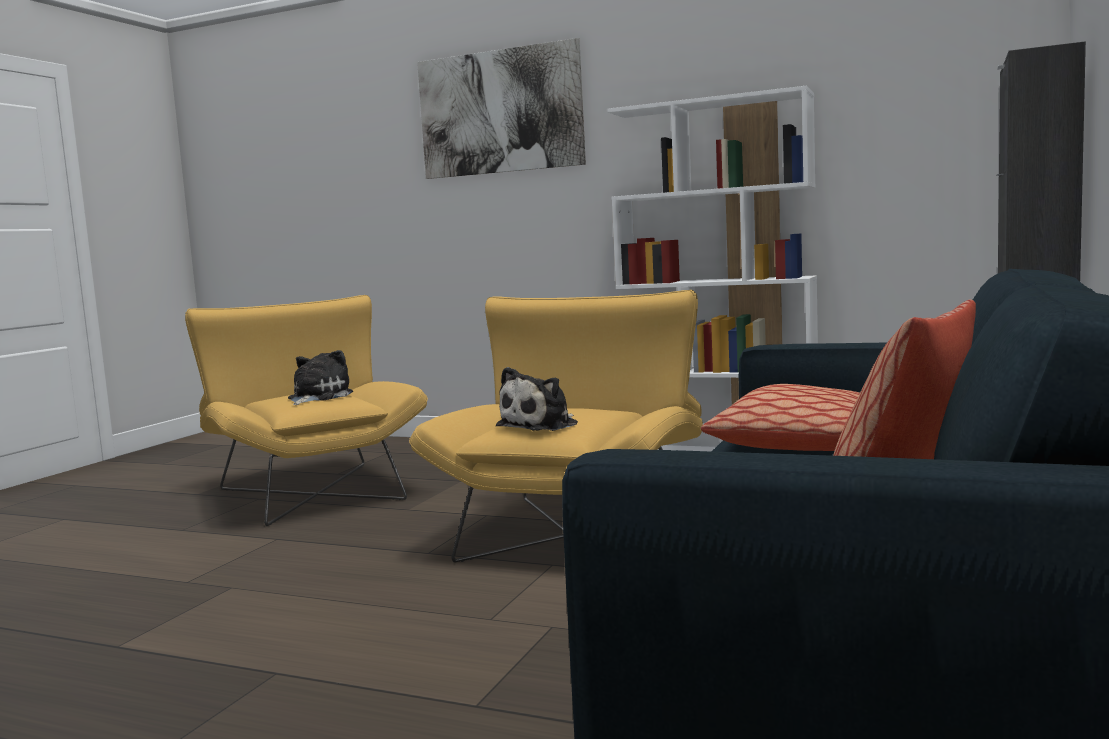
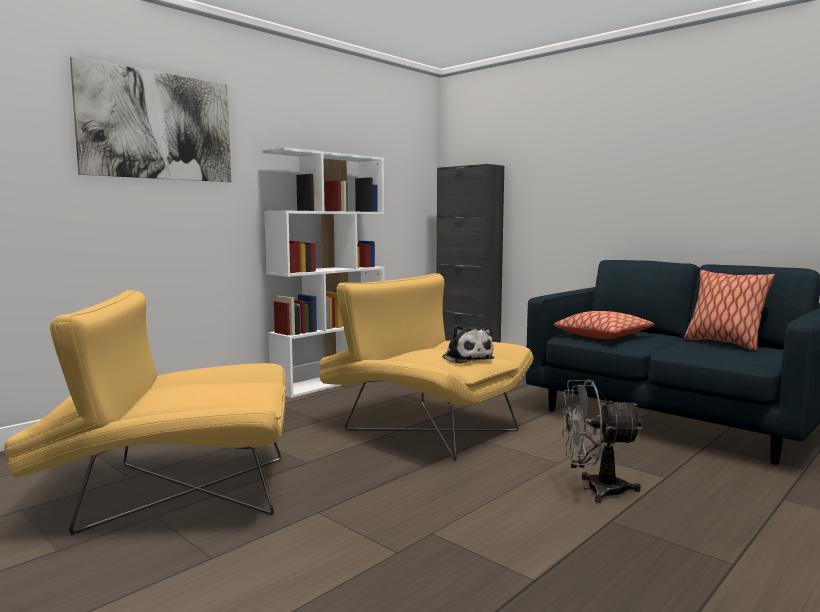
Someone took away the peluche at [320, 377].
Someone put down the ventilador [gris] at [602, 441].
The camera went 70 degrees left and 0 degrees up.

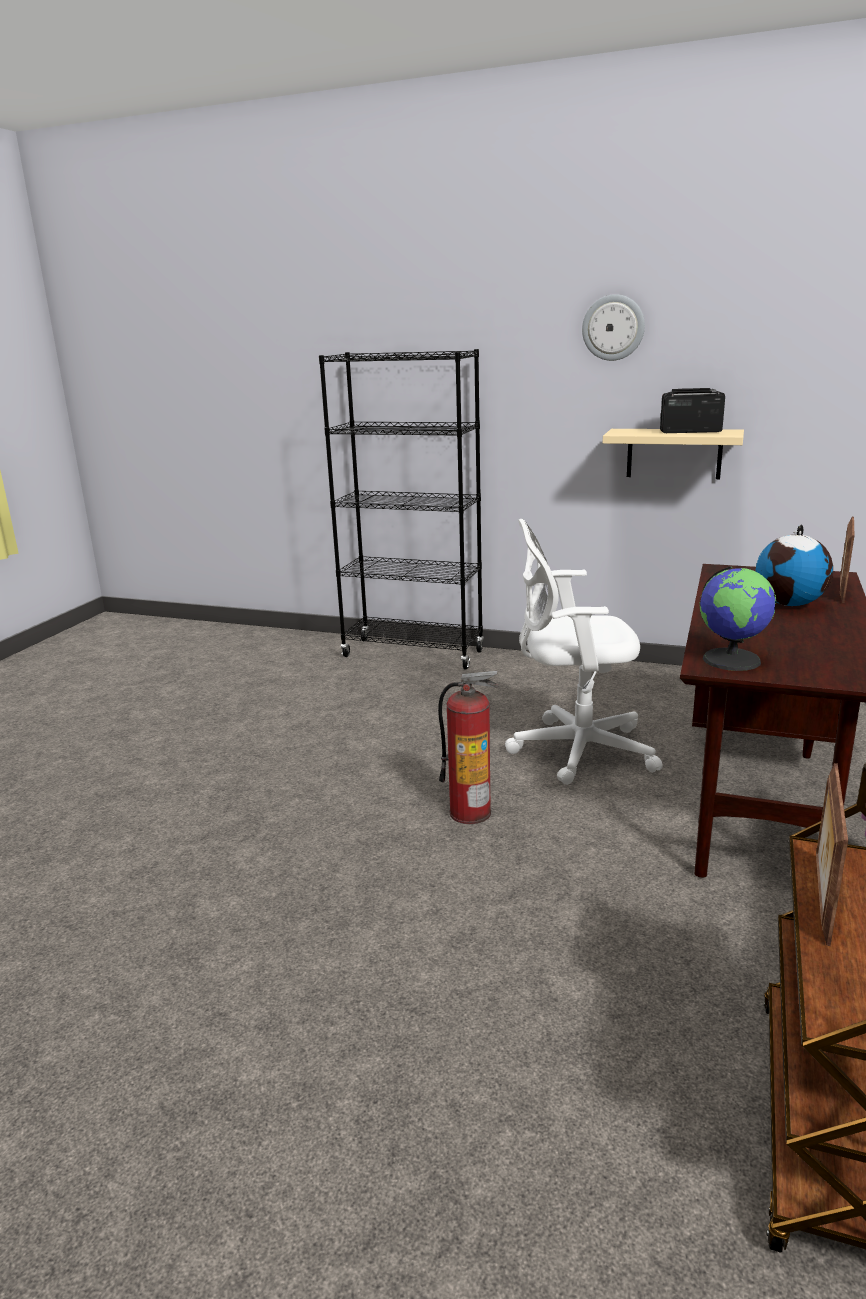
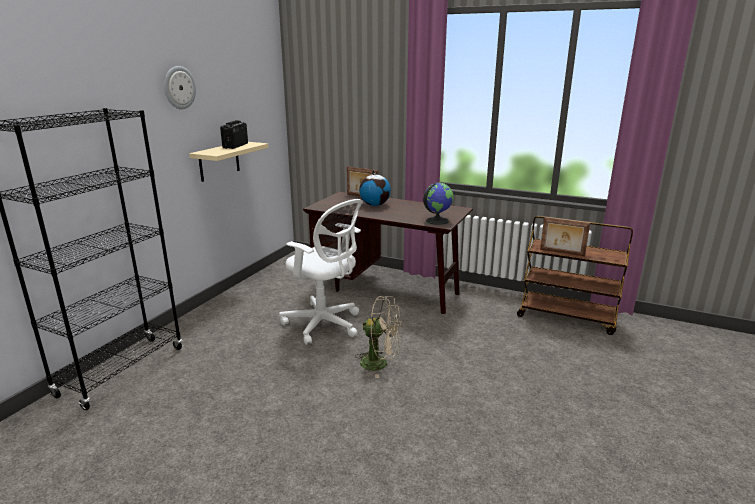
Someone rotated the silla de oficina [blanco] at [584, 652] by 60 degrees counterclockwise.
Someone swapped the extintor at [468, 747] for the ventilador [beis] at [378, 337].
The camera went 85 degrees left and 0 degrees up.

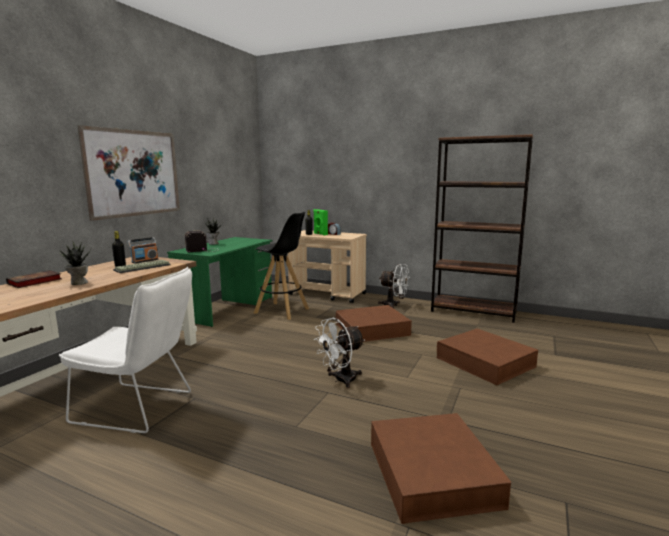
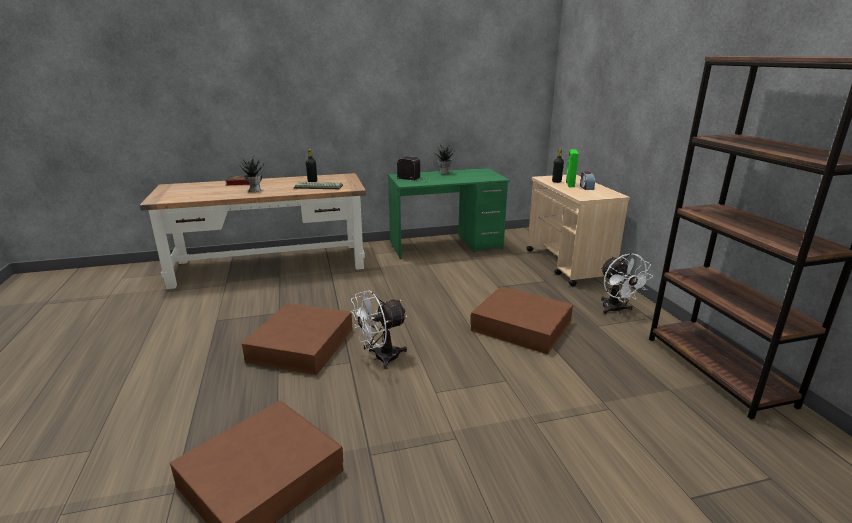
Someone took away the cuadro at [128, 173].
Someone took away the taburete [negro] at [281, 266].
Someone took away the radio at [143, 250].
Someone took away the silla [blanco] at [125, 350].
Someone rotated the ventilador [blanco] at [339, 353] by 45 degrees counterclockwise.
Someone carried the caja de almacenaje [marrón] from [487, 356] to [297, 339].
The camera went 50 degrees right and 10 degrees up.

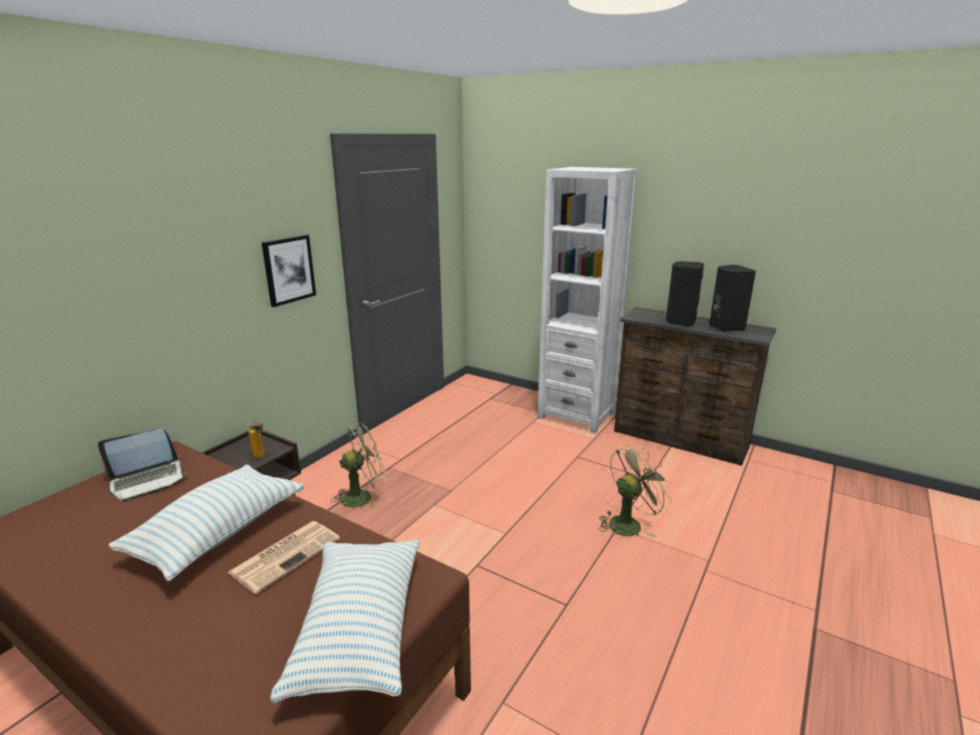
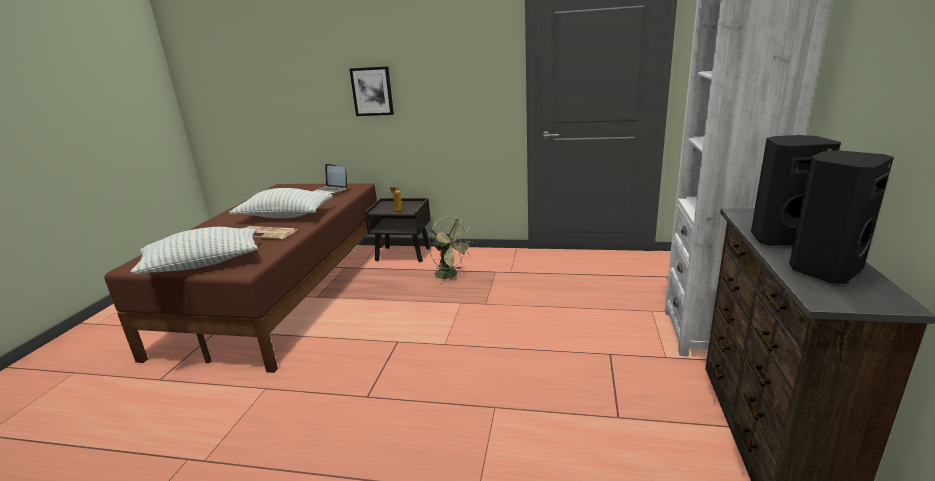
Someone carried the cuadro from [289, 271] to [372, 91].
Someone took away the ventilador [verde] at [635, 491].
The camera went 70 degrees right and 0 degrees up.

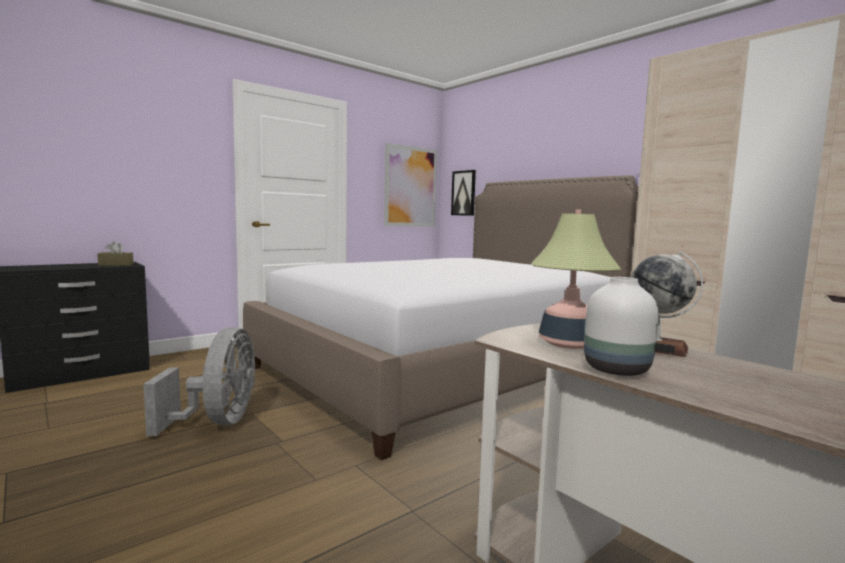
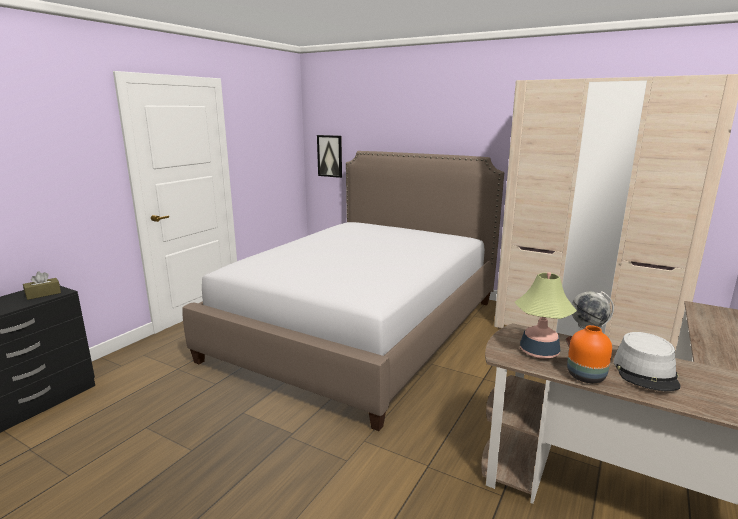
Someone took away the cuadro at [410, 184].
Someone repainted the florero [blanco] at [621, 326], which became the florero [naranja] at [589, 354].
Someone took away the ventilador [gris] at [199, 381].
Someone put down the sombrero [gris] at [647, 361].
The camera went 20 degrees left and 10 degrees up.

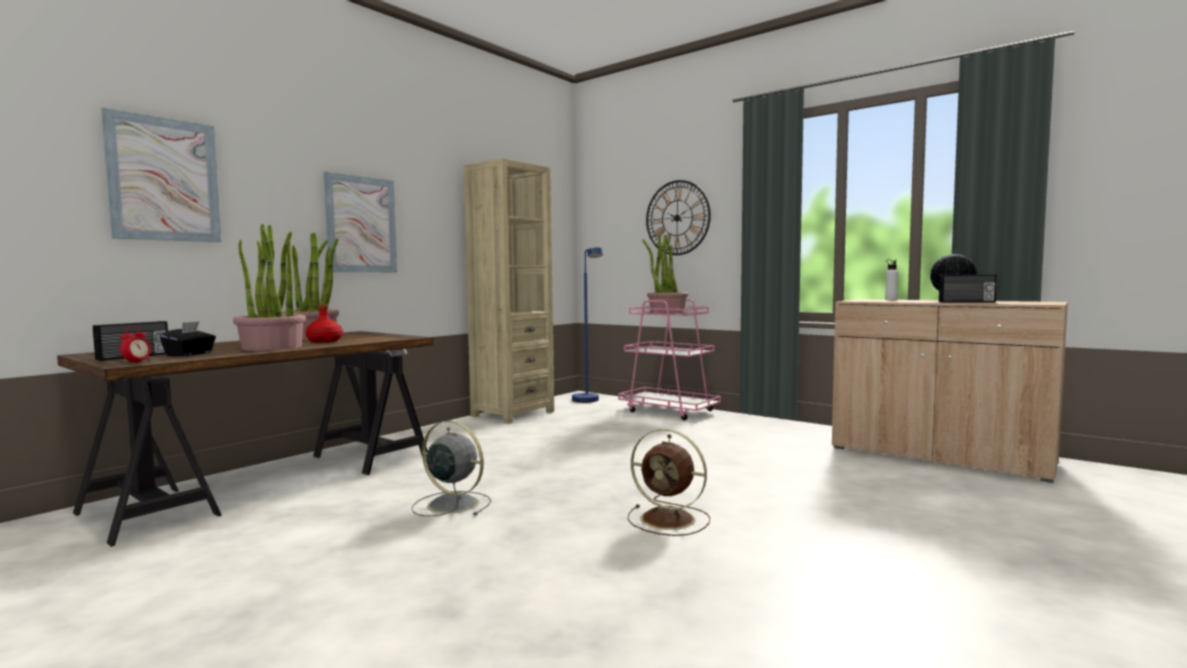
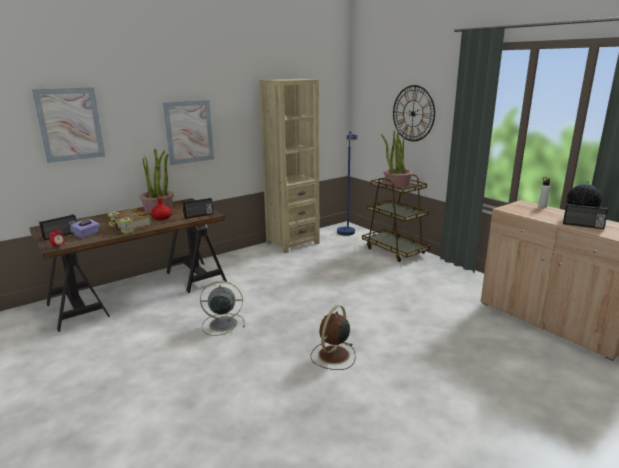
Someone swapped the planta en maceta at [269, 287] for the libro at [130, 221].
Someone repainted the carrito [rosa] at [669, 359], which became the carrito [marrón] at [396, 218].
Someone repainted the caja de pañuelos [negro] at [187, 338], which became the caja de pañuelos [morado] at [85, 227].
Someone rotated the ventilador [gris] at [451, 468] by 45 degrees counterclockwise.
Someone rotated the ventilador [marrón] at [669, 482] by 75 degrees clockwise.
Someone put down the radio at [197, 208].
The camera went 15 degrees right and 15 degrees up.

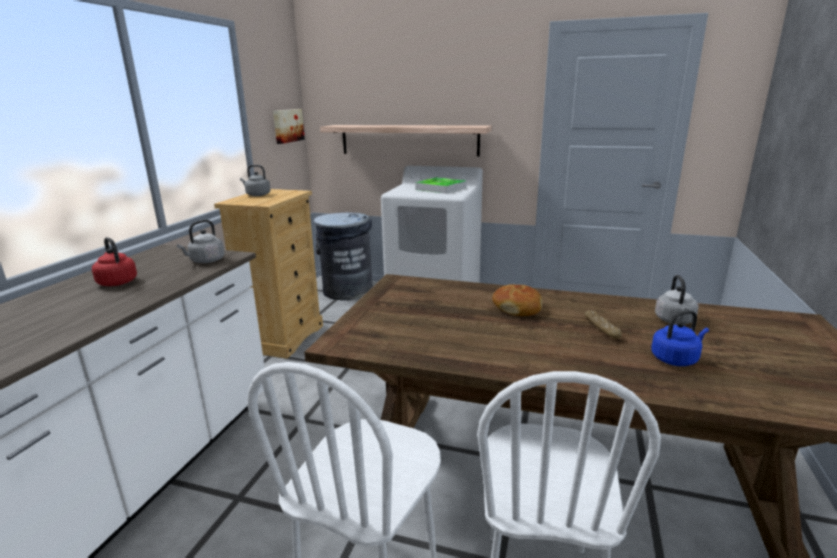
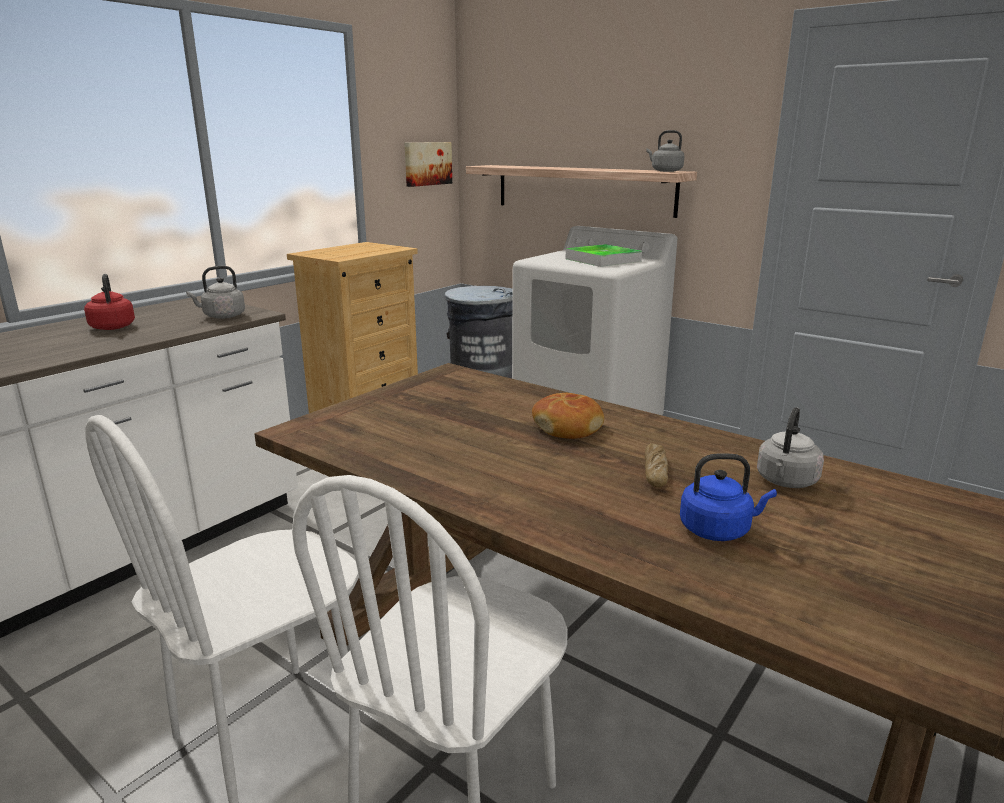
Someone carried the hervidor [gris] from [255, 180] to [665, 151].
The camera went 20 degrees right and 0 degrees up.

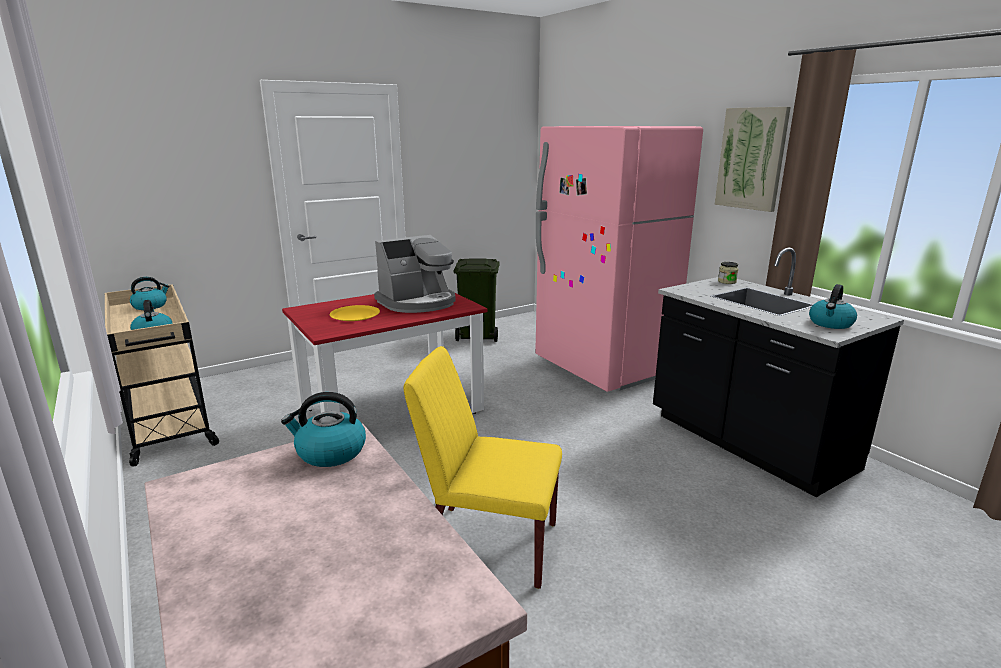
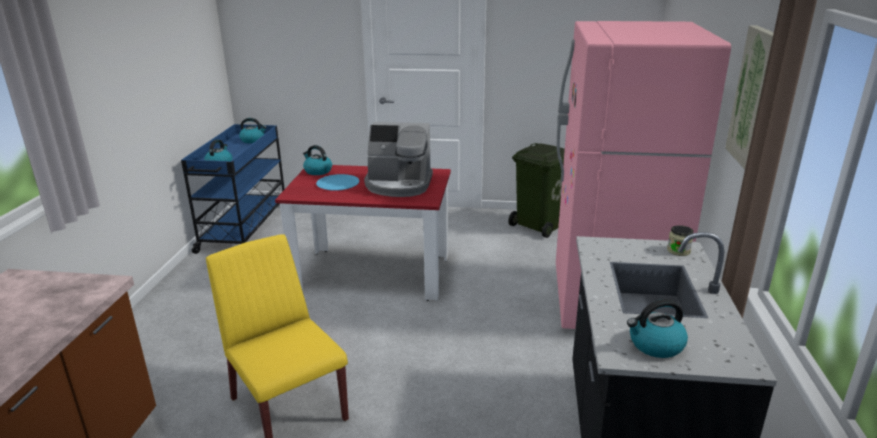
Someone repainted the carrito [beis] at [162, 375], which became the carrito [azul] at [232, 189].
Someone repainted the plato [amarillo] at [355, 313], which became the plato [azul] at [337, 182].
Someone carried the hervidor from [323, 429] to [317, 160].
The camera went 40 degrees right and 5 degrees up.

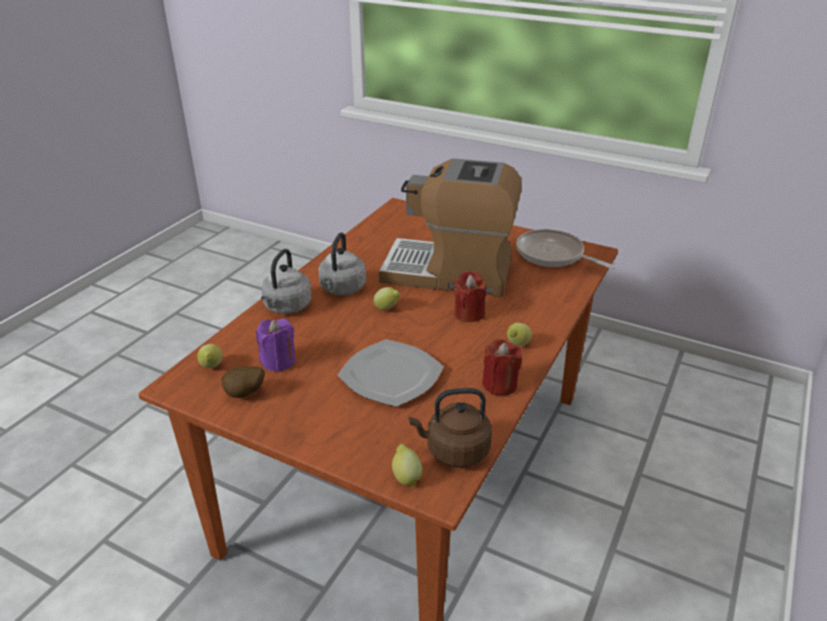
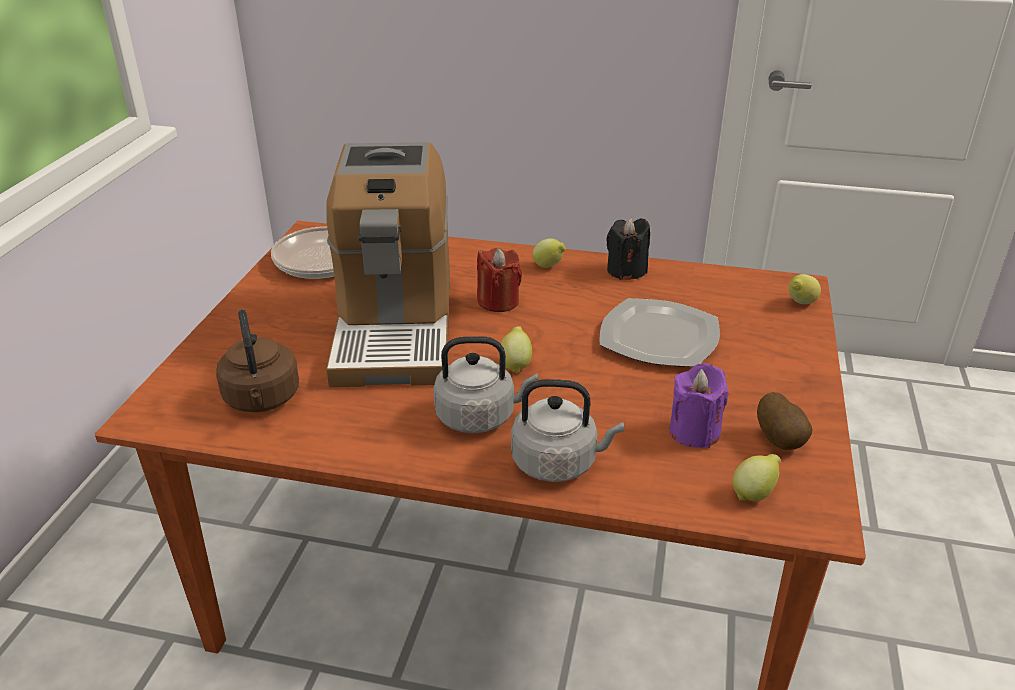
Someone repainted the vela [rojo] at [502, 367], which became the vela [negro] at [628, 249].
Someone carried the hervidor [marrón] from [450, 428] to [257, 360].
The camera went 105 degrees left and 0 degrees up.

